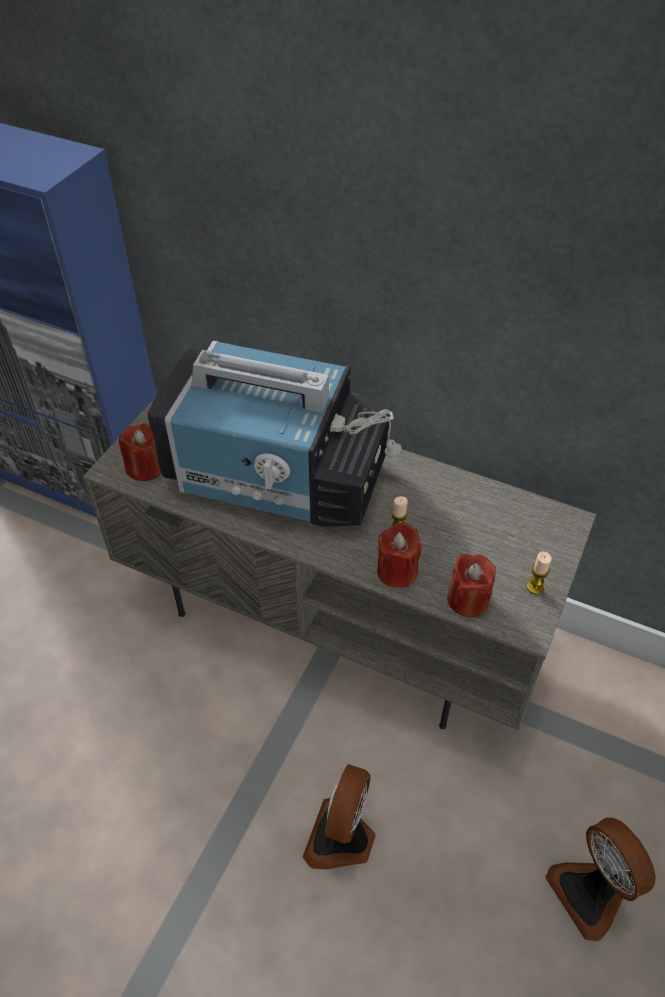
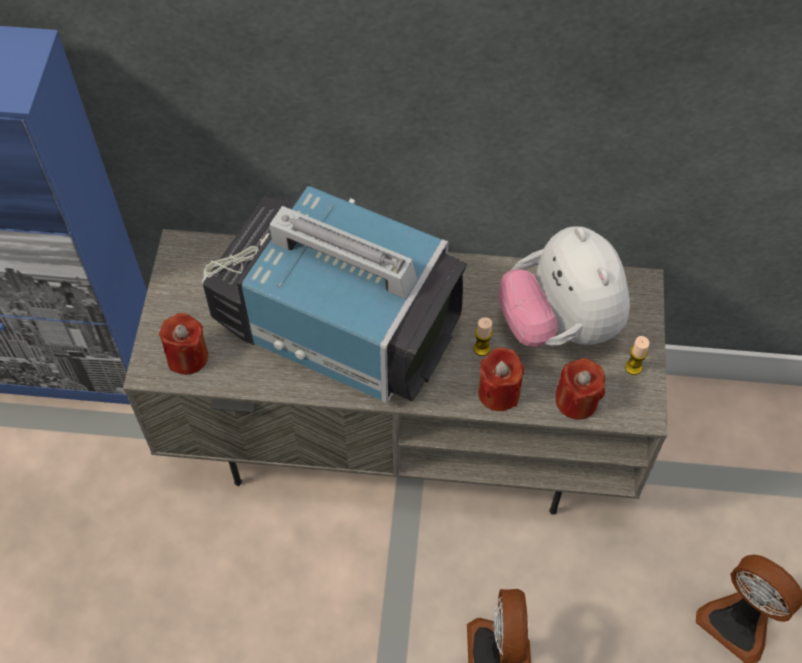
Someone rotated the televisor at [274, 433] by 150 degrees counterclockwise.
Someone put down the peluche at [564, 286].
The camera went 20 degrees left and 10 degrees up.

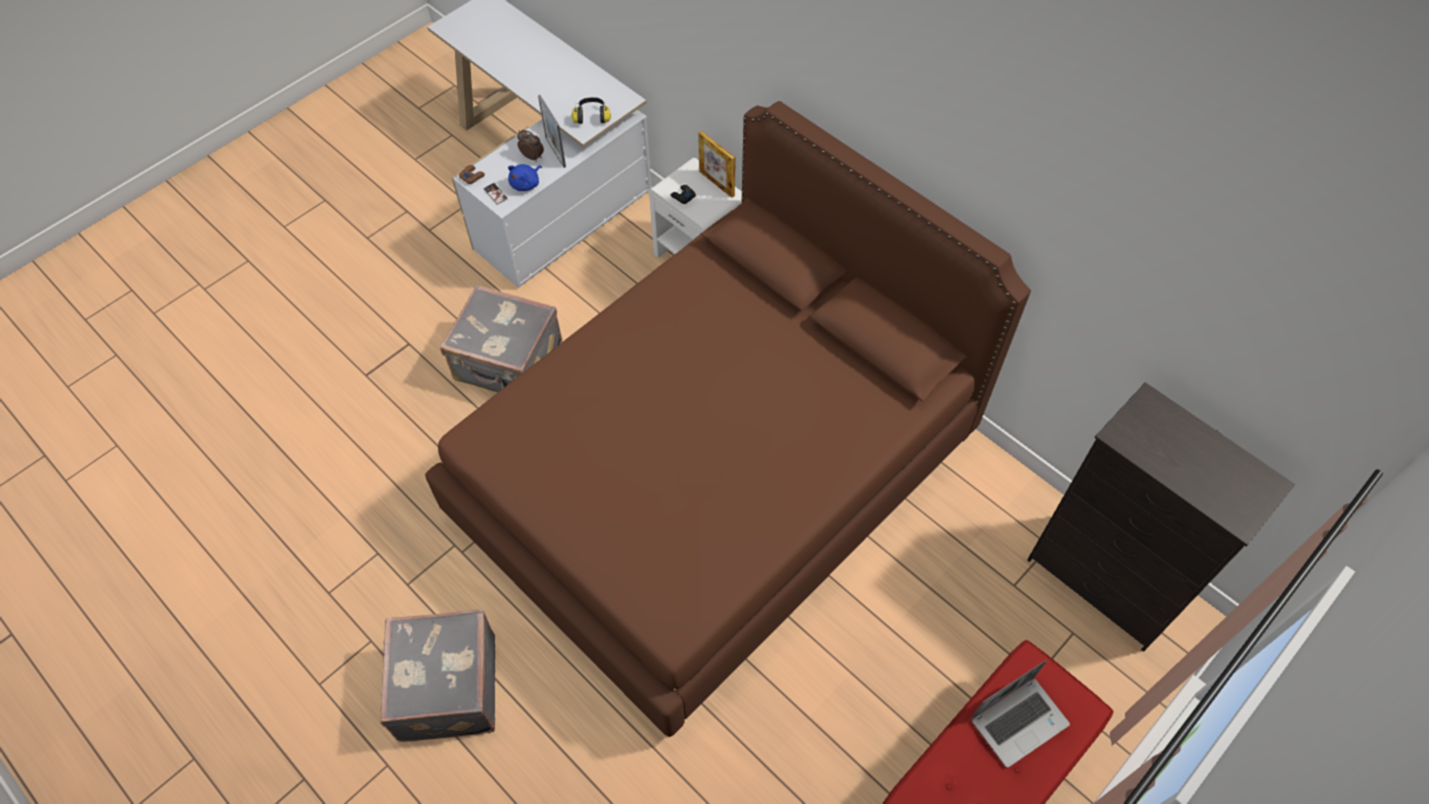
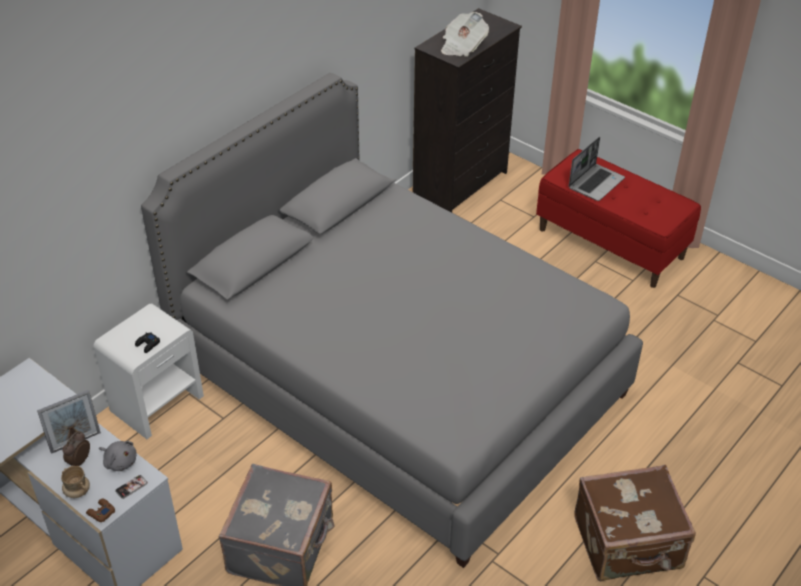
Someone took away the auriculares at [591, 110].
Someone repainted the cama [marrón] at [728, 419], which became the cama [gris] at [392, 320].
Someone took away the portarretratos at [716, 164].
Someone repainted the peluche [azul] at [525, 177], which became the peluche [gris] at [117, 456].
Someone repainted the maleta [gris] at [437, 675], which became the maleta [marrón] at [635, 523].
Someone rotated the portátil at [1020, 713] by 75 degrees clockwise.
Someone put down the periódico at [465, 34].
Someone put down the taza grande [beis] at [75, 482].
The camera went 95 degrees left and 15 degrees down.

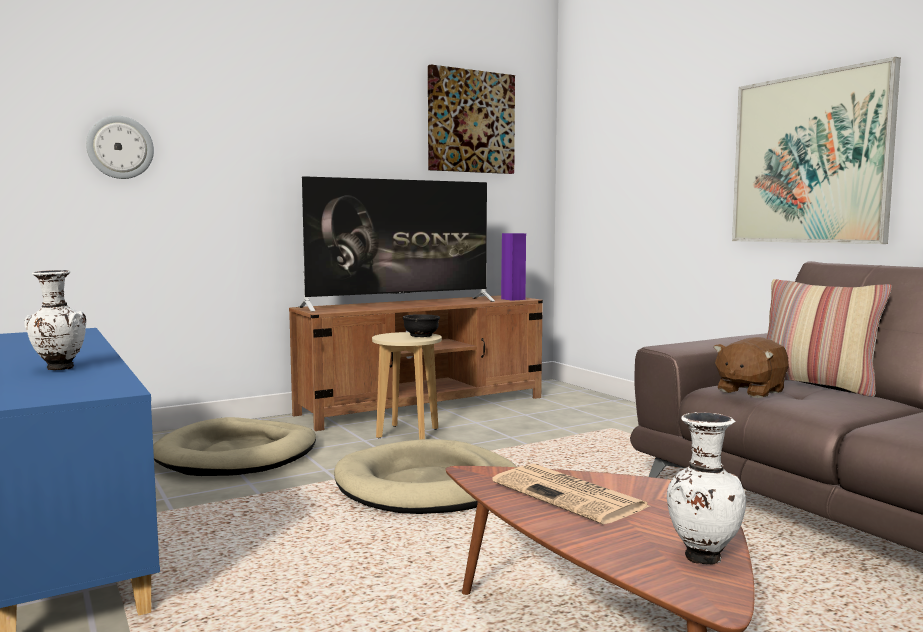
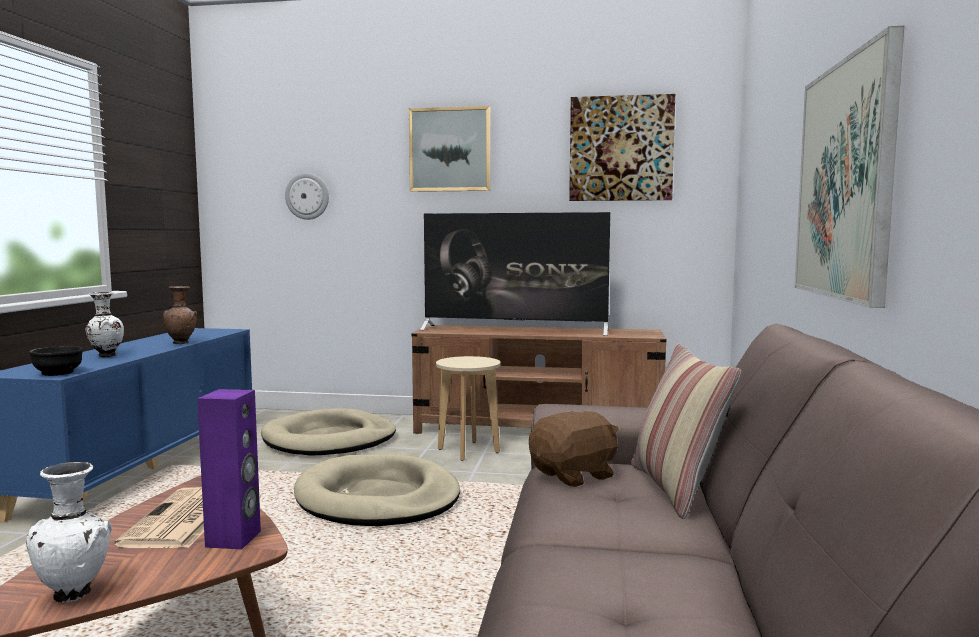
Someone carried the altavoz [morado] from [513, 267] to [229, 469].
Someone carried the cuenco [negro] from [421, 325] to [56, 361].
Someone rotated the peluche [marrón] at [751, 367] by 150 degrees clockwise.
Someone put up the cuadro at [449, 149].
Someone put down the florero [marrón] at [180, 315].
The camera went 40 degrees right and 0 degrees up.

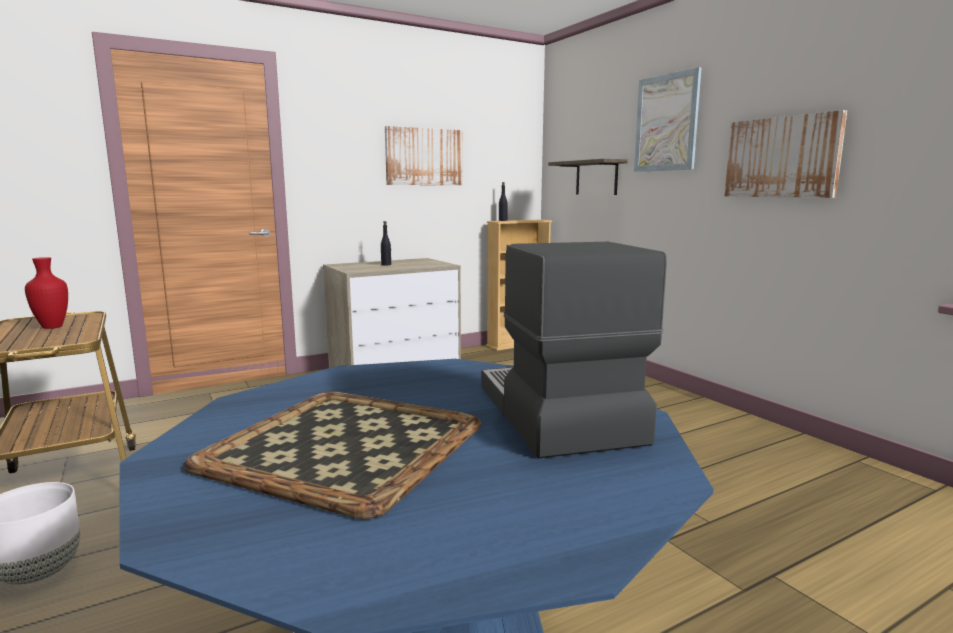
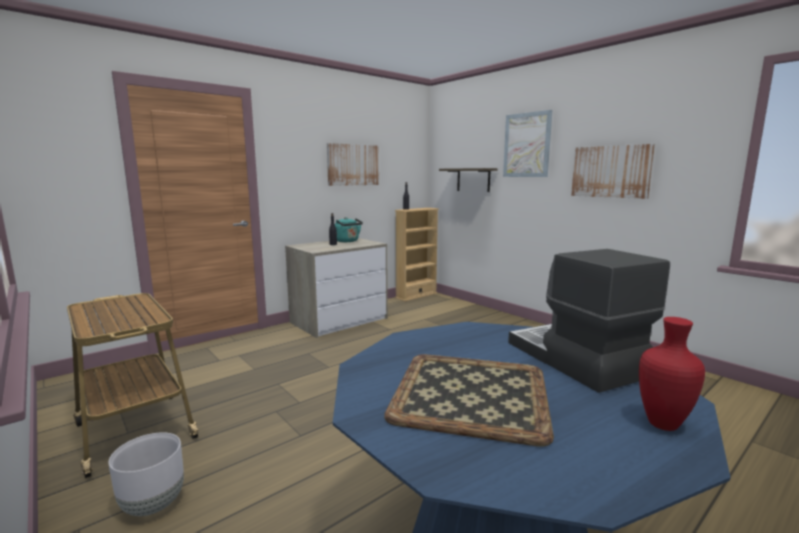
Someone carried the florero [rojo] from [46, 293] to [672, 374].
Someone put down the hervidor [turquesa] at [349, 229].
The camera went 10 degrees left and 0 degrees up.

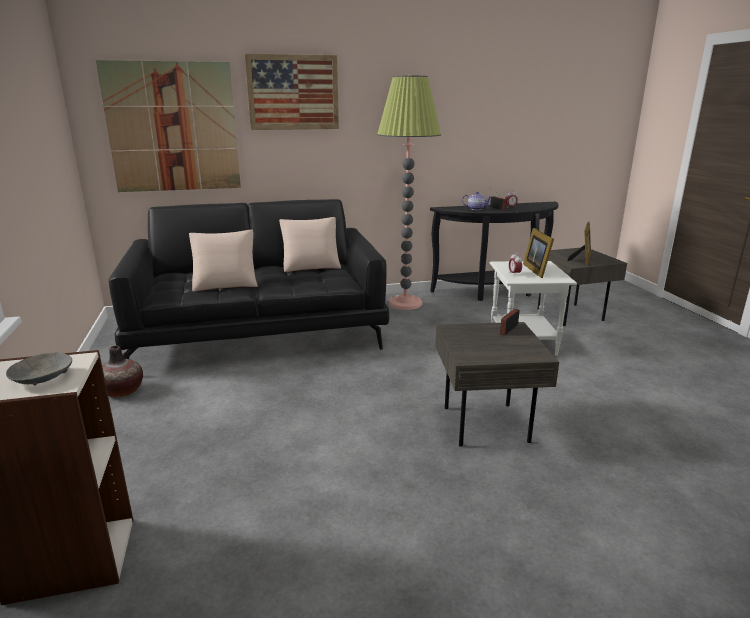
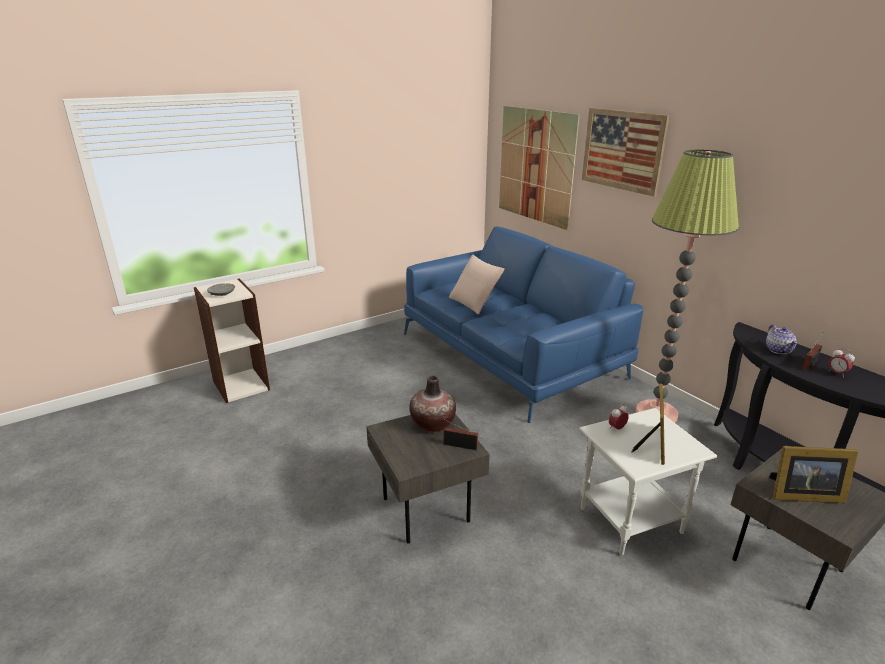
Someone repainted the sofá [negro] at [249, 279], which became the sofá [azul] at [524, 324].
Someone took away the cojín [beis] at [310, 244].
Someone rotated the portarretratos at [538, 253] by 135 degrees clockwise.
Someone carried the florero from [122, 372] to [432, 404].
The camera went 70 degrees right and 5 degrees up.

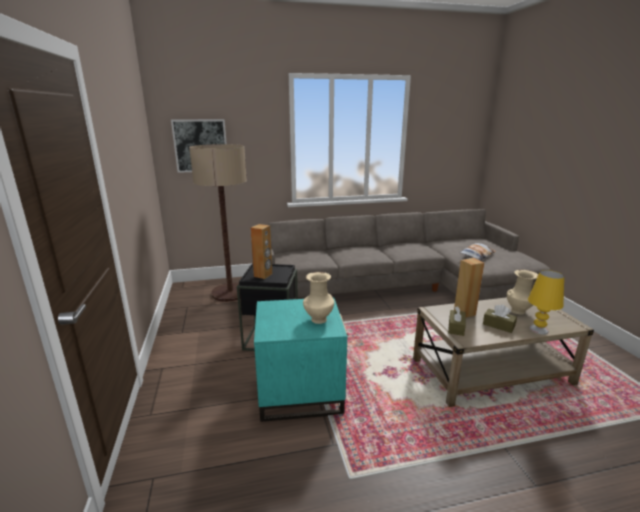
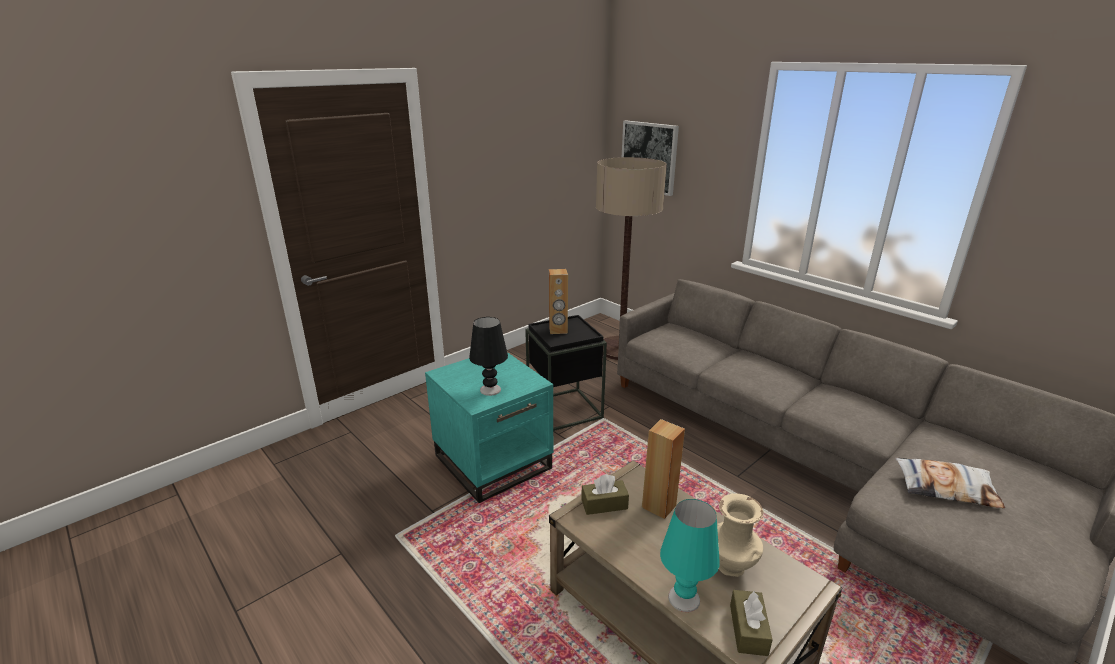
Someone repainted the lámpara de mesa [amarillo] at [546, 302], which became the lámpara de mesa [turquesa] at [690, 555].
Someone swapped the florero [beis] at [318, 298] for the lámpara de mesa [negro] at [488, 356].
Someone carried the caja de pañuelos [marrón] from [500, 318] to [751, 623].
The camera went 60 degrees right and 5 degrees up.

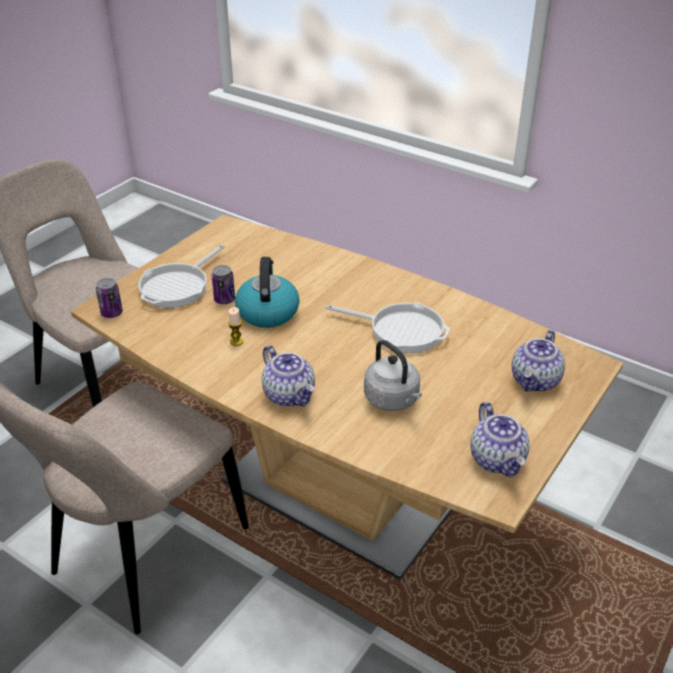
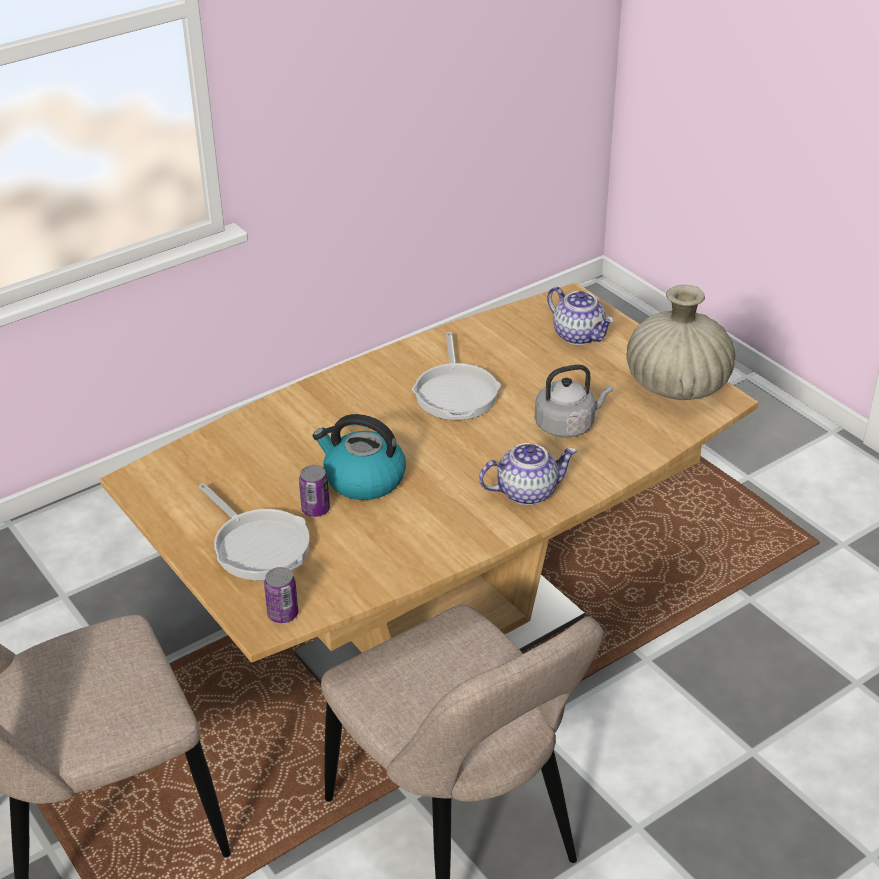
Someone rotated the sartén at [388, 327] by 135 degrees clockwise.
Someone took away the vela at [235, 326].
Someone swapped the tetera at [500, 439] for the florero [beis] at [680, 342].
The camera went 70 degrees left and 0 degrees up.

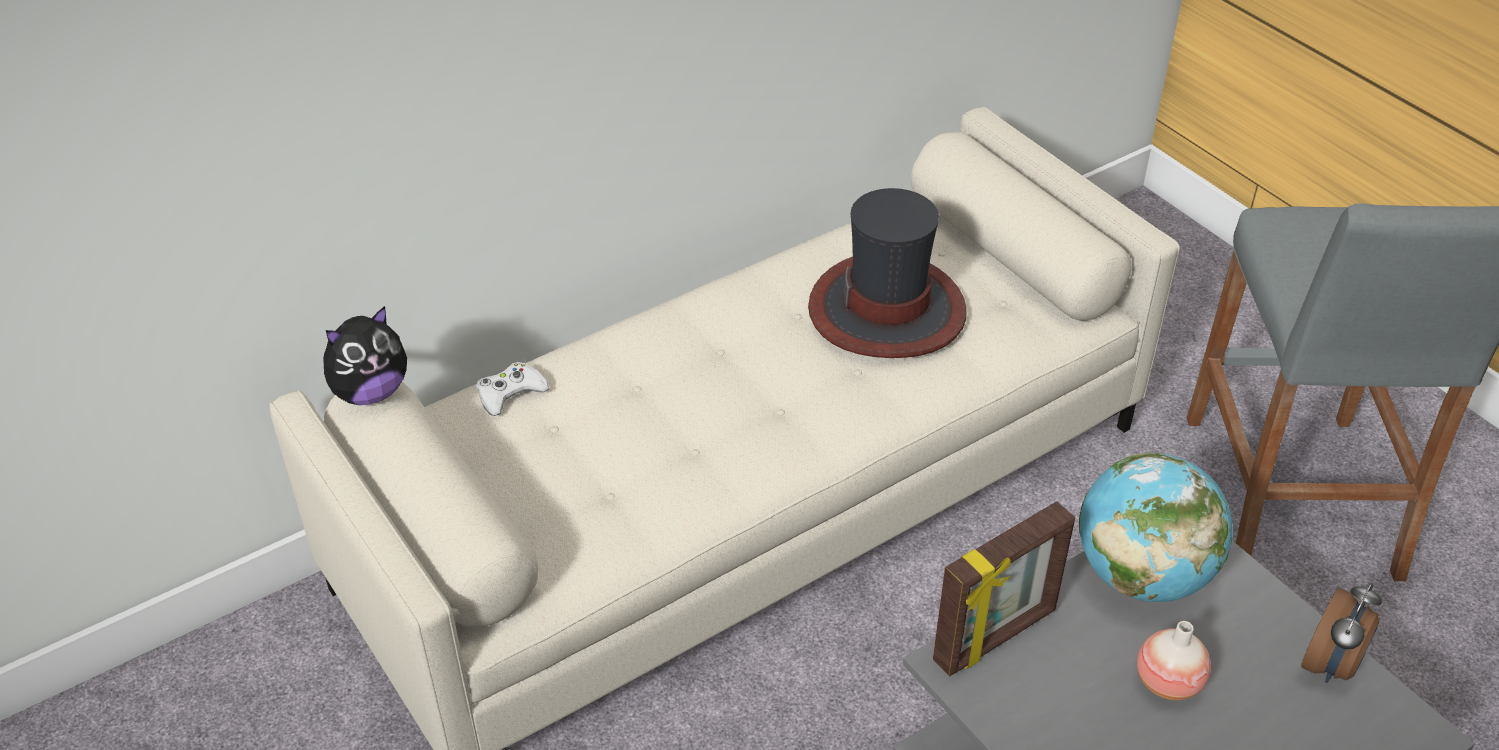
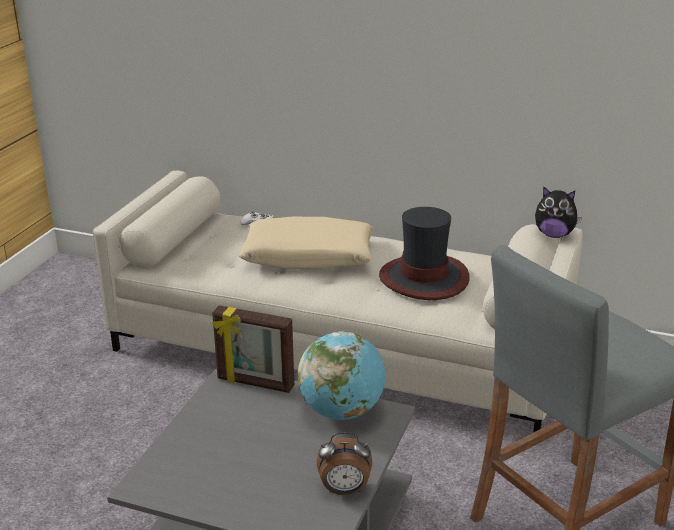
Someone carried the peluche from [365, 355] to [558, 212].
Someone took away the florero at [1174, 660].
Someone put down the cojín [beis] at [306, 243].
The camera went 55 degrees right and 15 degrees down.

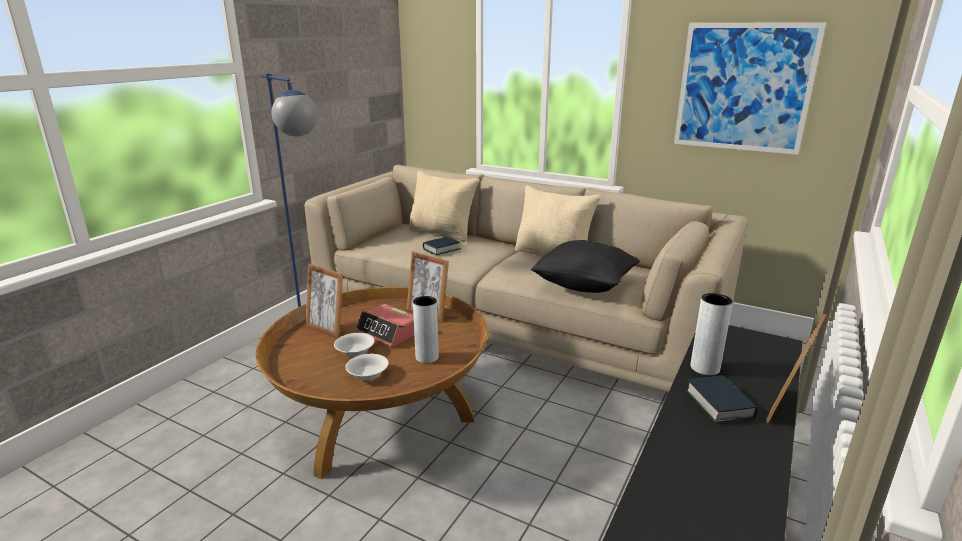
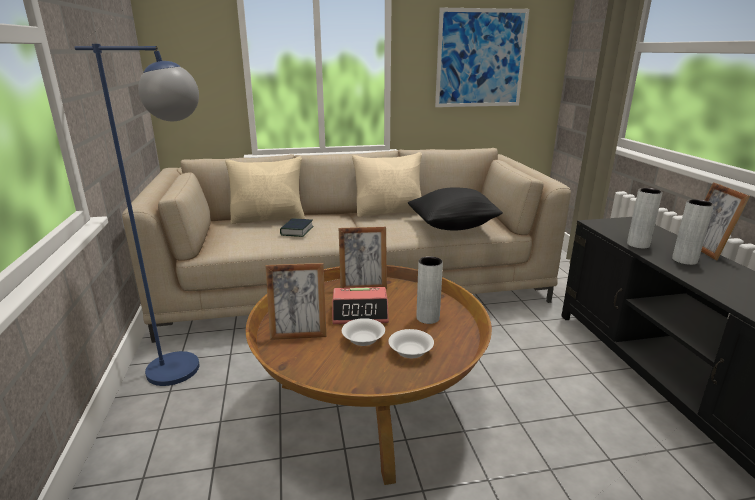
Someone swapped the libro at [722, 399] for the florero [gris] at [693, 232].
The camera went 40 degrees left and 0 degrees up.

